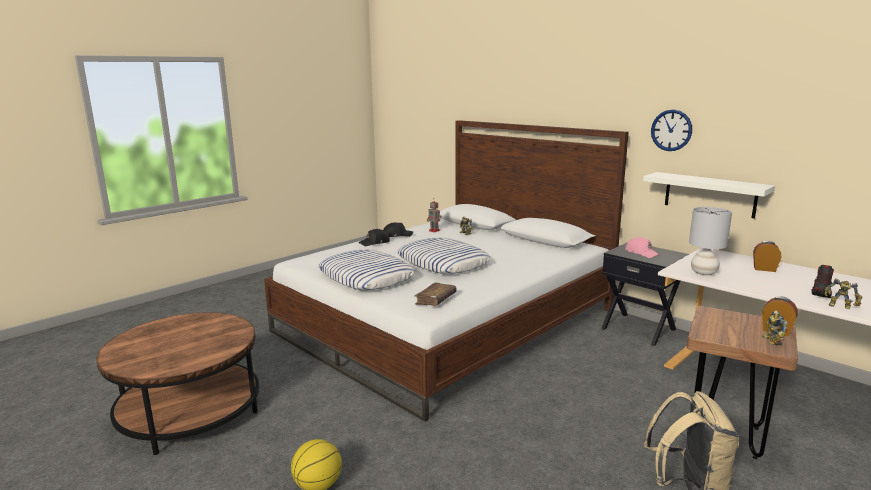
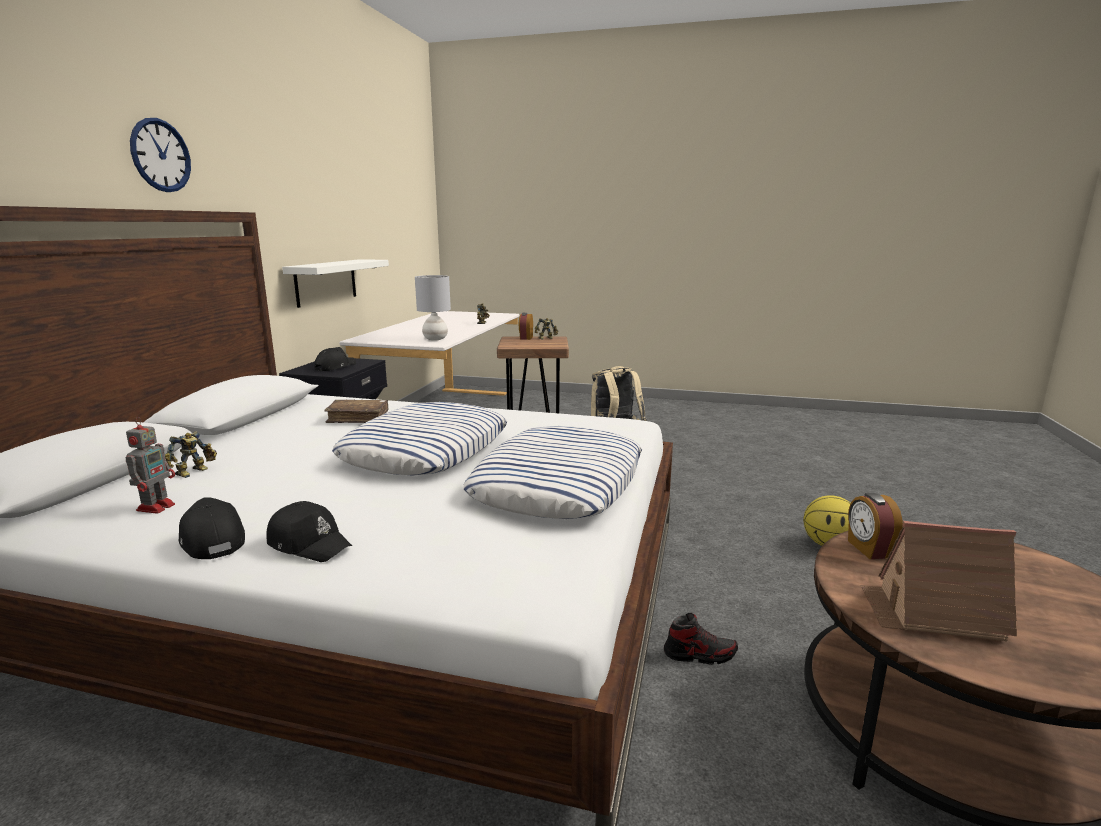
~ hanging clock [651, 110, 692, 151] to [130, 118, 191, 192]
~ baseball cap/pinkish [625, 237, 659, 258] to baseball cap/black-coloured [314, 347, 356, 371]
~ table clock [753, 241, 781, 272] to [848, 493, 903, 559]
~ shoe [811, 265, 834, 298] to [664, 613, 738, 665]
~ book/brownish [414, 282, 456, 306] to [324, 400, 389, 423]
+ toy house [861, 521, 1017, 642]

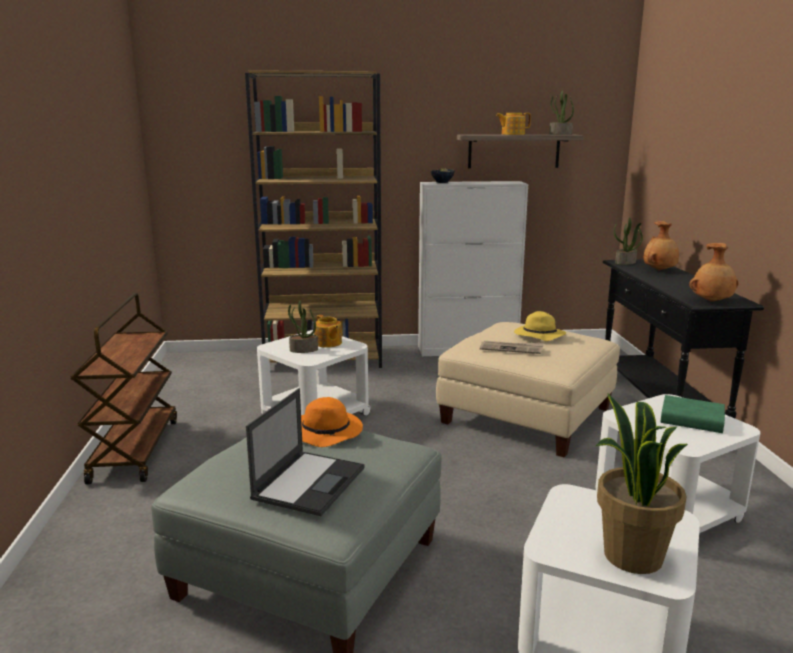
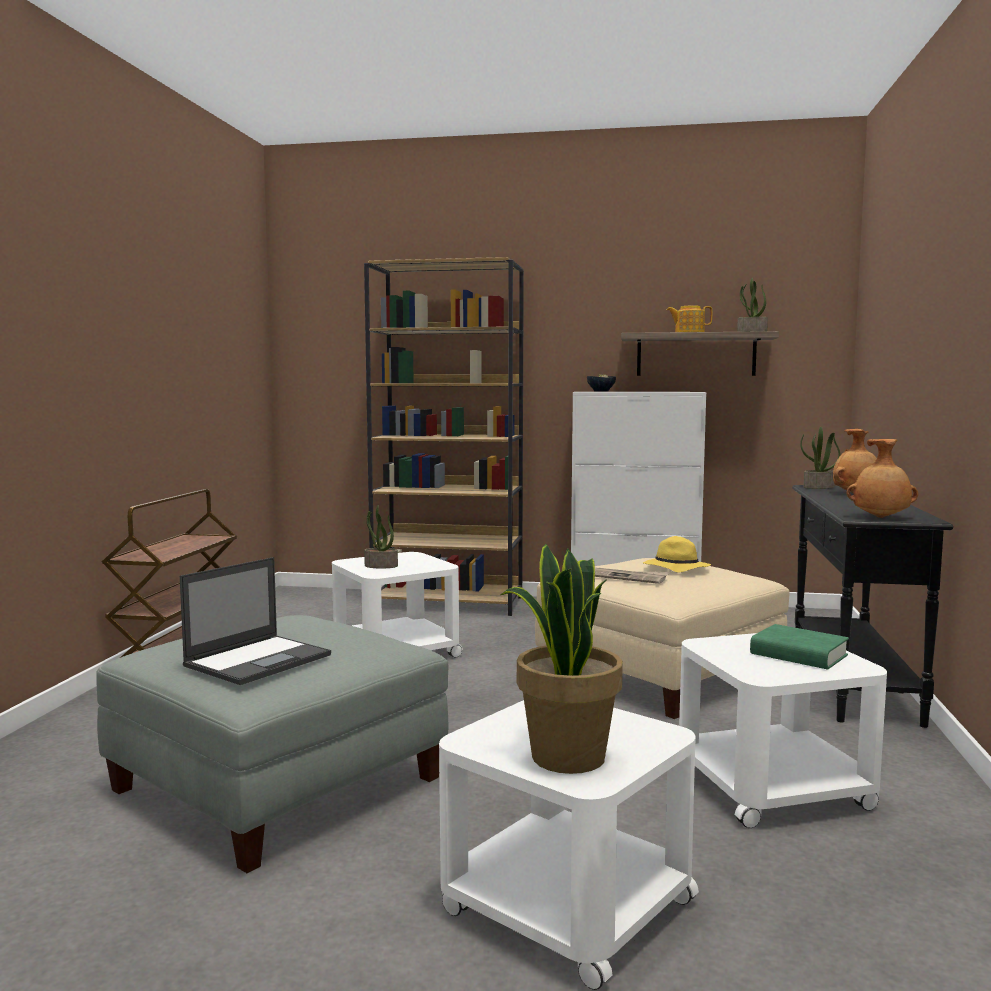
- tea pot [314, 315, 342, 348]
- hat/orange-coloured [301, 397, 363, 447]

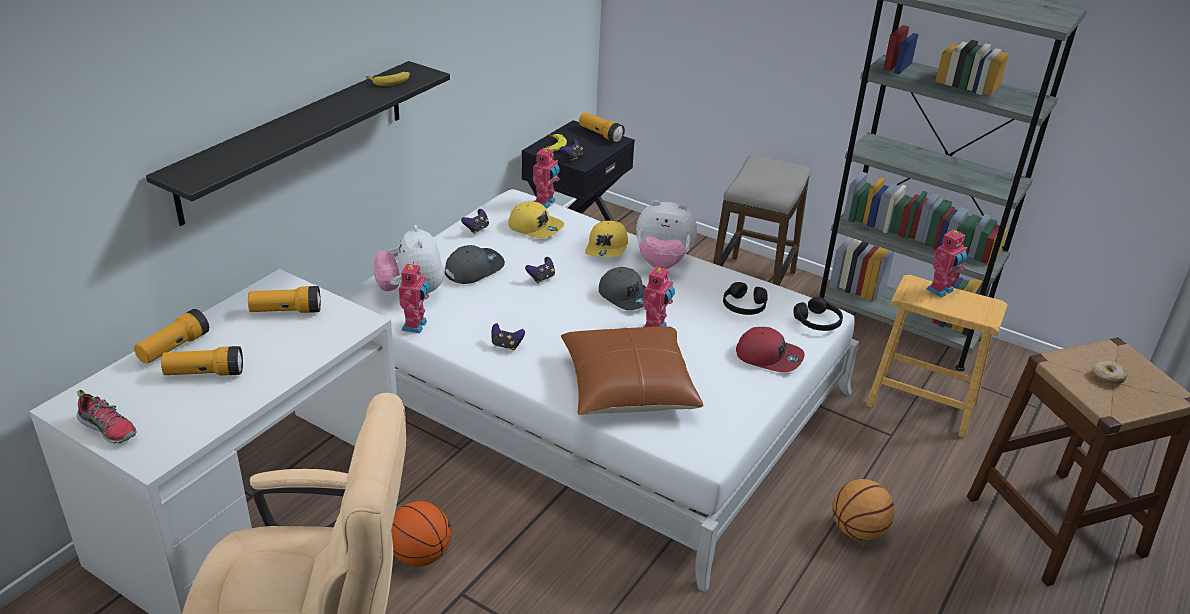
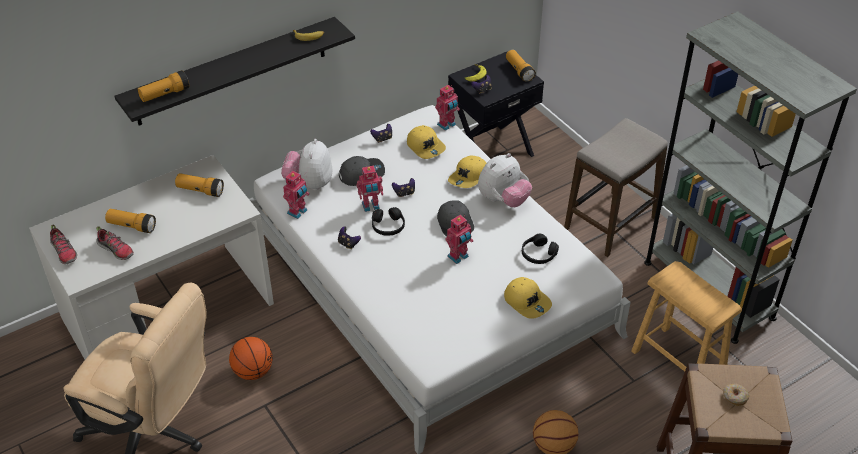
~ soft toy [636, 200, 697, 269] = [478, 153, 532, 207] 75 degrees counterclockwise
~ toy robot [926, 230, 967, 298] to [356, 166, 383, 212]
~ headset/black-coloured [793, 297, 843, 331] to [372, 207, 405, 236]
~ torch [134, 309, 209, 364] to [138, 70, 189, 102]
- pillow/brownish [561, 326, 703, 415]
~ baseball cap/reddish [736, 327, 805, 372] to baseball cap/yellowish [504, 277, 552, 319]
+ shoe [96, 226, 134, 260]

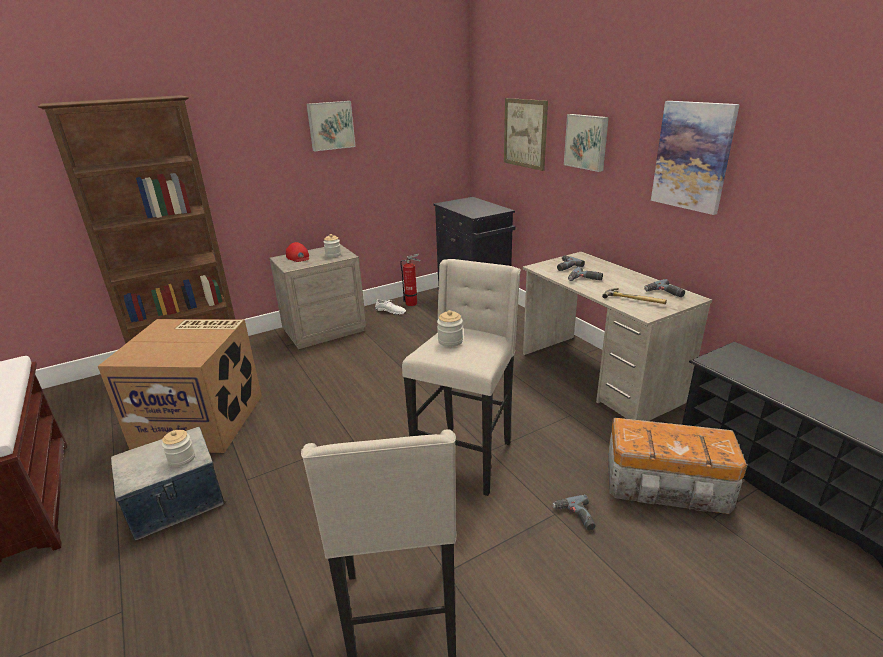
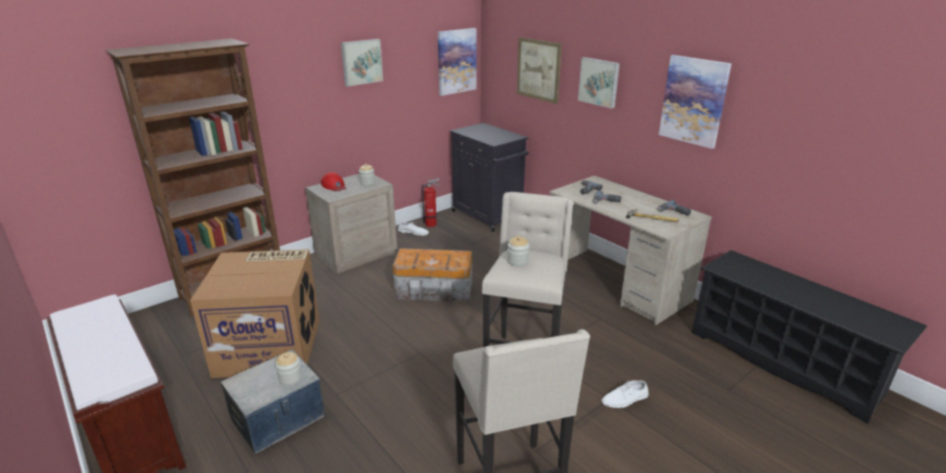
~ storage bin [607, 418, 747, 514] to [393, 248, 472, 302]
~ power drill [552, 495, 595, 530] to shoe/white-coloured [601, 380, 649, 408]
+ wall art [438, 28, 477, 96]

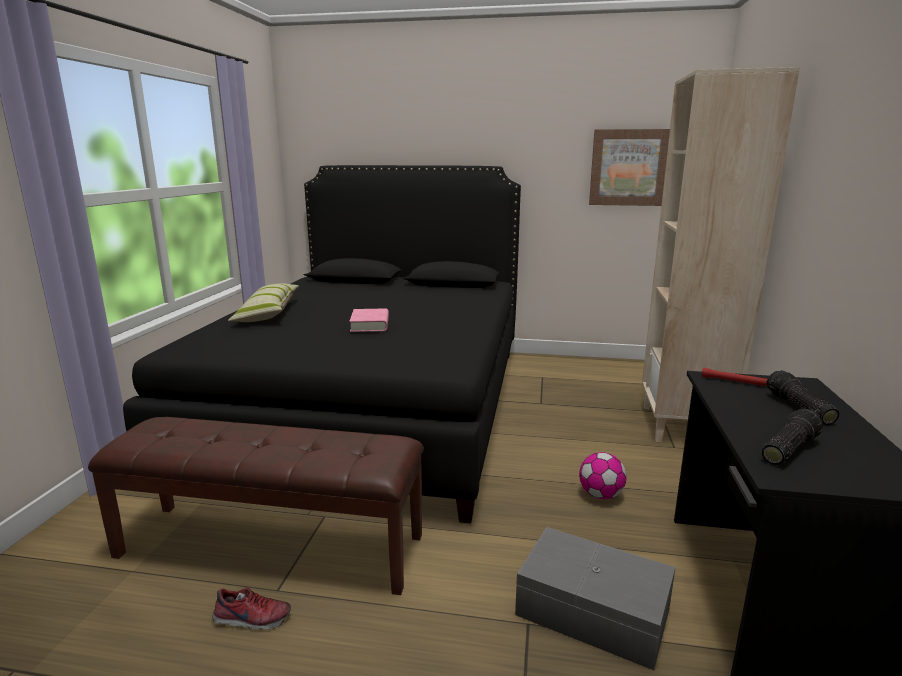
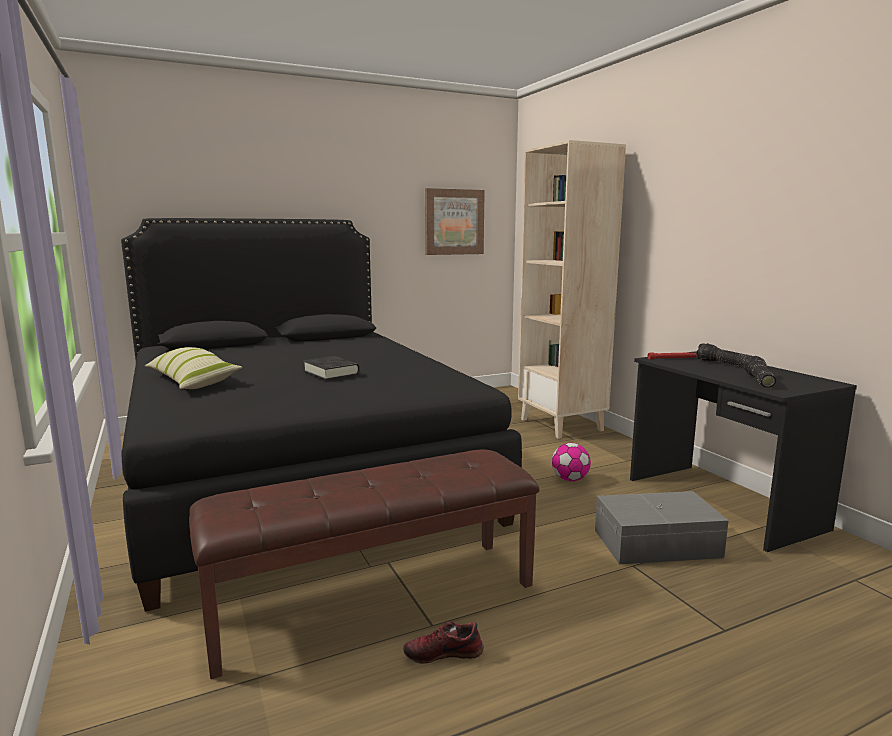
~ book/pinkish [349, 308, 389, 332] to book/black-coloured [303, 356, 360, 380]
~ shoe [212, 587, 291, 630] = [403, 621, 484, 664] 150 degrees counterclockwise

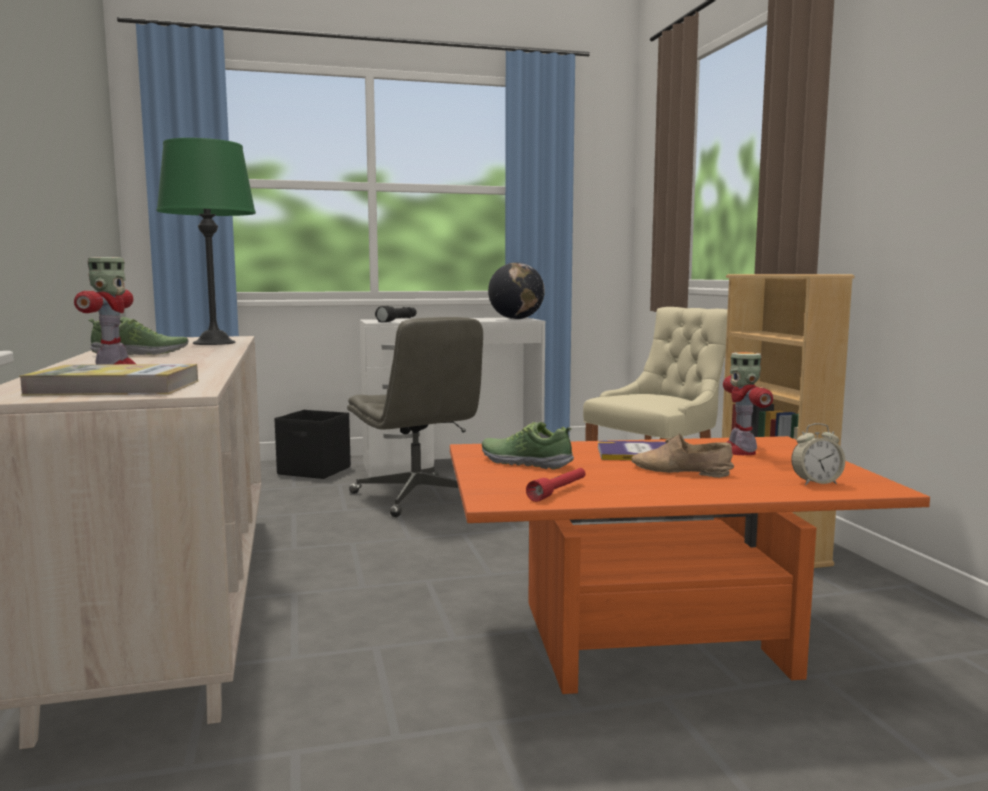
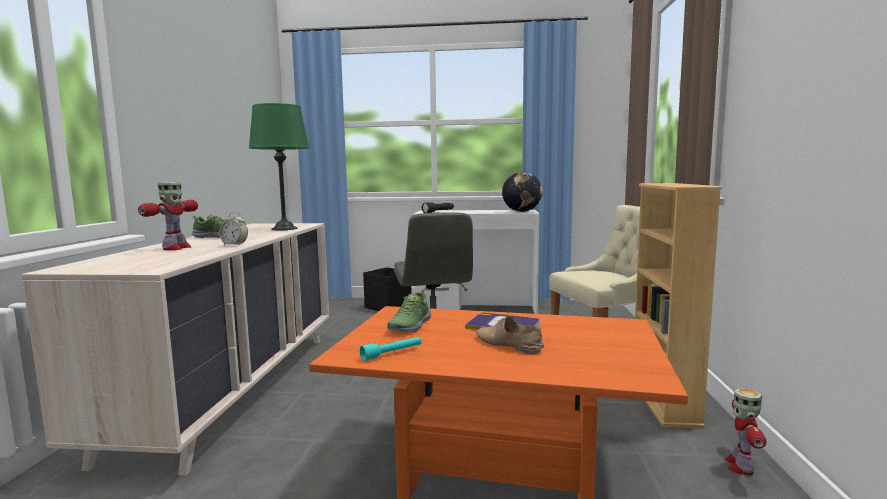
~ toy robot [723, 352, 773, 455] to [725, 388, 767, 475]
- book [19, 364, 198, 396]
~ shoe [482, 422, 574, 470] = [387, 290, 431, 332] 120 degrees counterclockwise
~ table clock [791, 423, 845, 485] to [219, 212, 248, 245]
~ torch/reddish [526, 468, 585, 502] to torch/blue-green [360, 337, 421, 361]

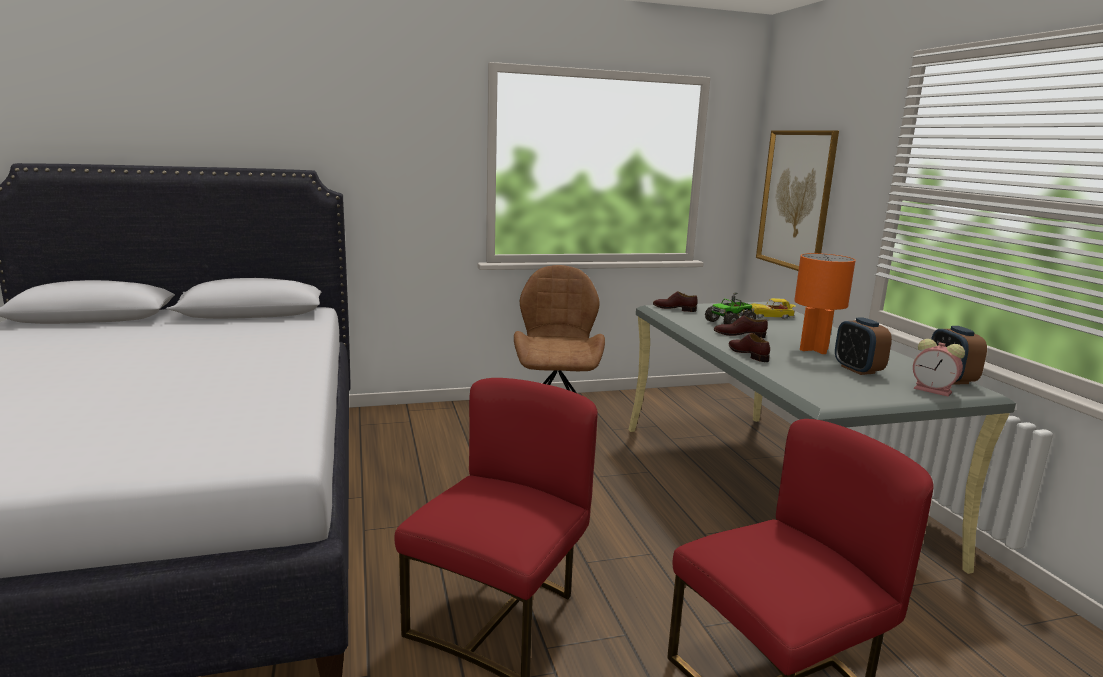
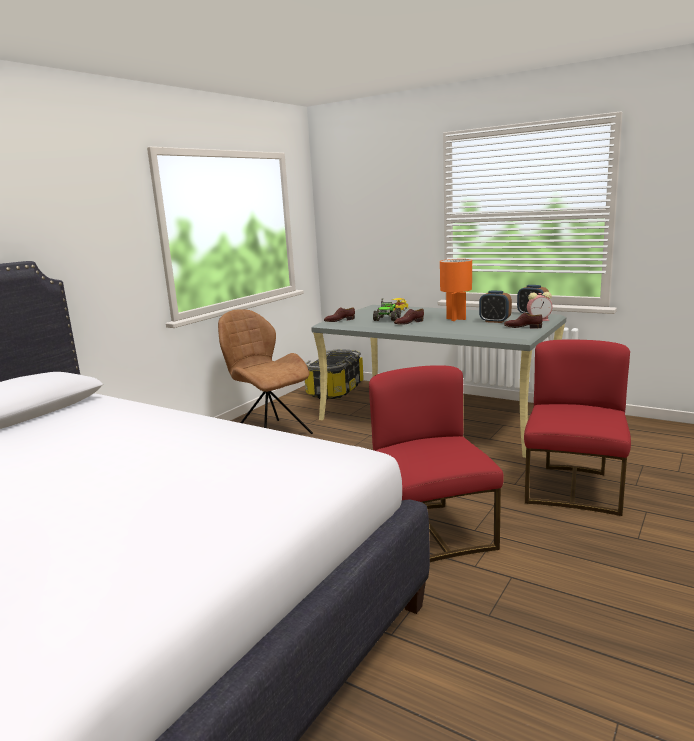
- wall art [756, 130, 839, 271]
~ shoe/brownish [729, 333, 770, 362] to [504, 312, 543, 328]
+ storage bin [305, 349, 364, 400]

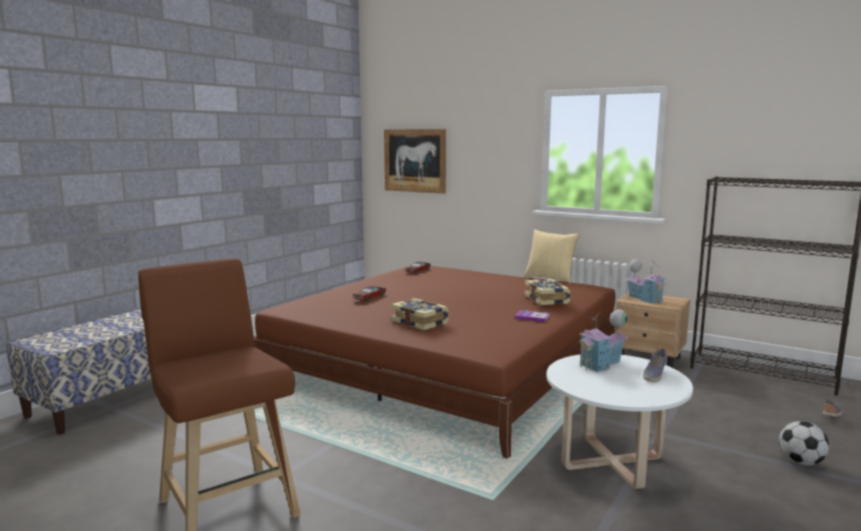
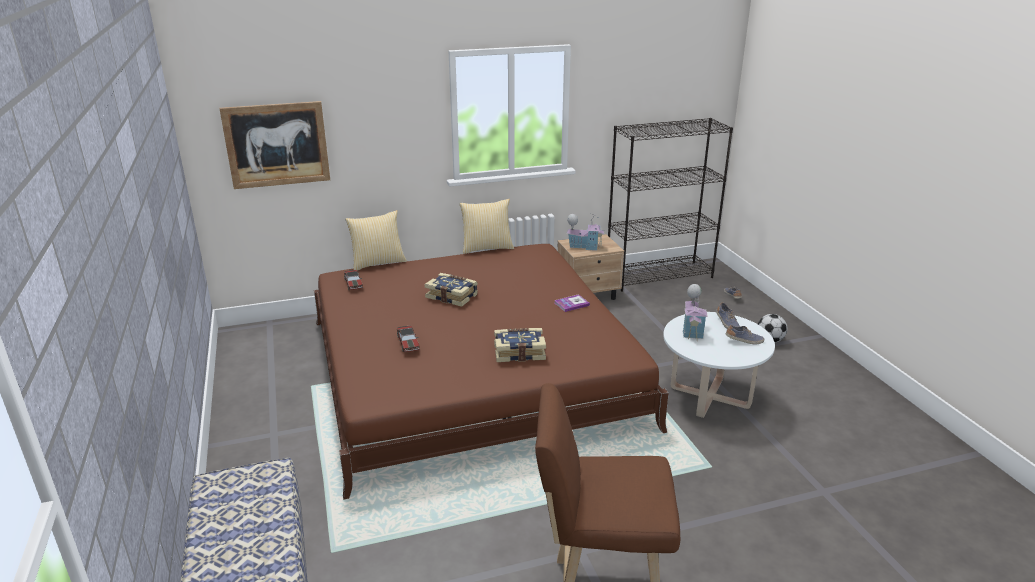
~ book [525, 279, 571, 305] to [425, 273, 478, 307]
+ pillow [345, 210, 407, 271]
+ shoe [725, 325, 764, 344]

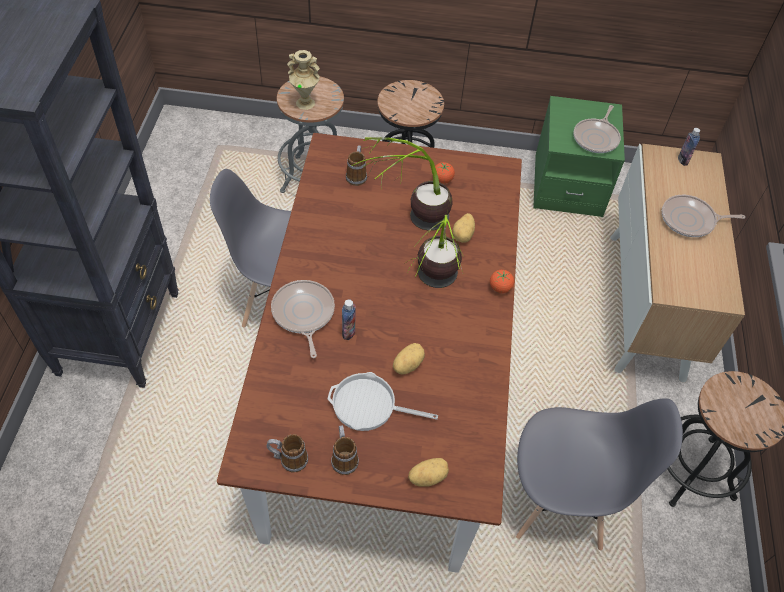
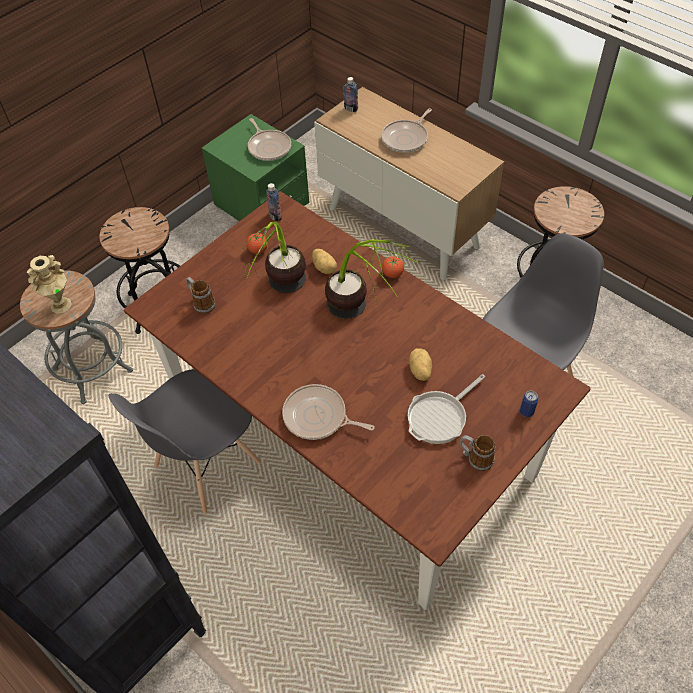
~ drink bottle [342, 299, 356, 340] to [266, 183, 282, 221]
- mug [267, 434, 308, 473]
~ whole potato [408, 458, 449, 487] to metal can [520, 391, 538, 417]

